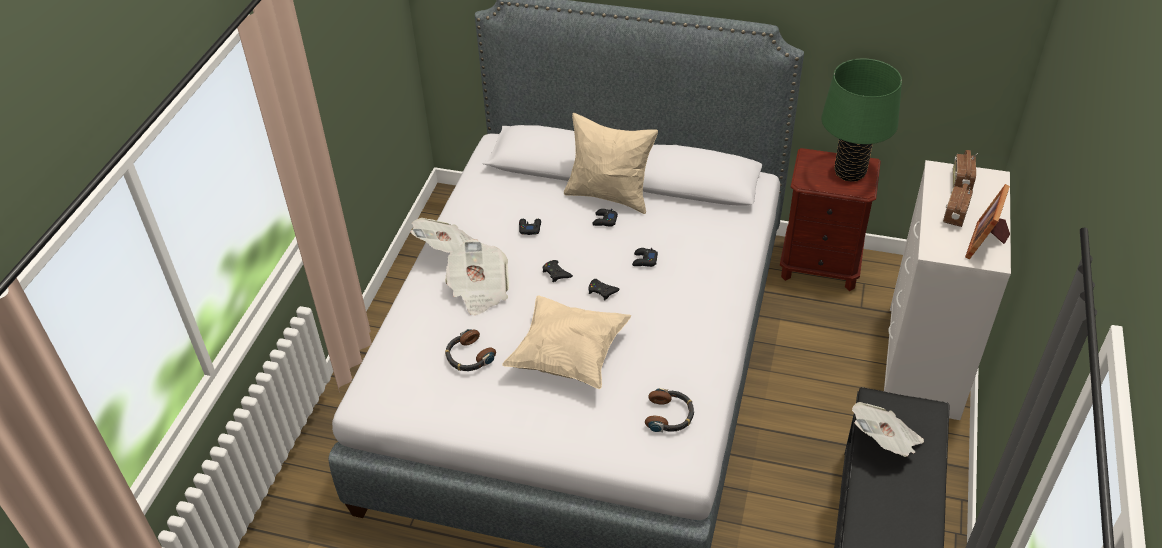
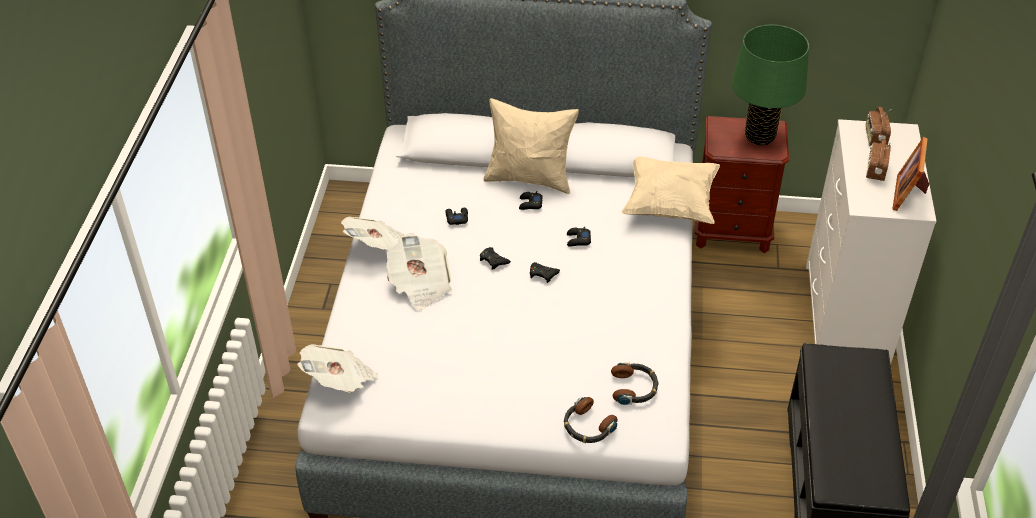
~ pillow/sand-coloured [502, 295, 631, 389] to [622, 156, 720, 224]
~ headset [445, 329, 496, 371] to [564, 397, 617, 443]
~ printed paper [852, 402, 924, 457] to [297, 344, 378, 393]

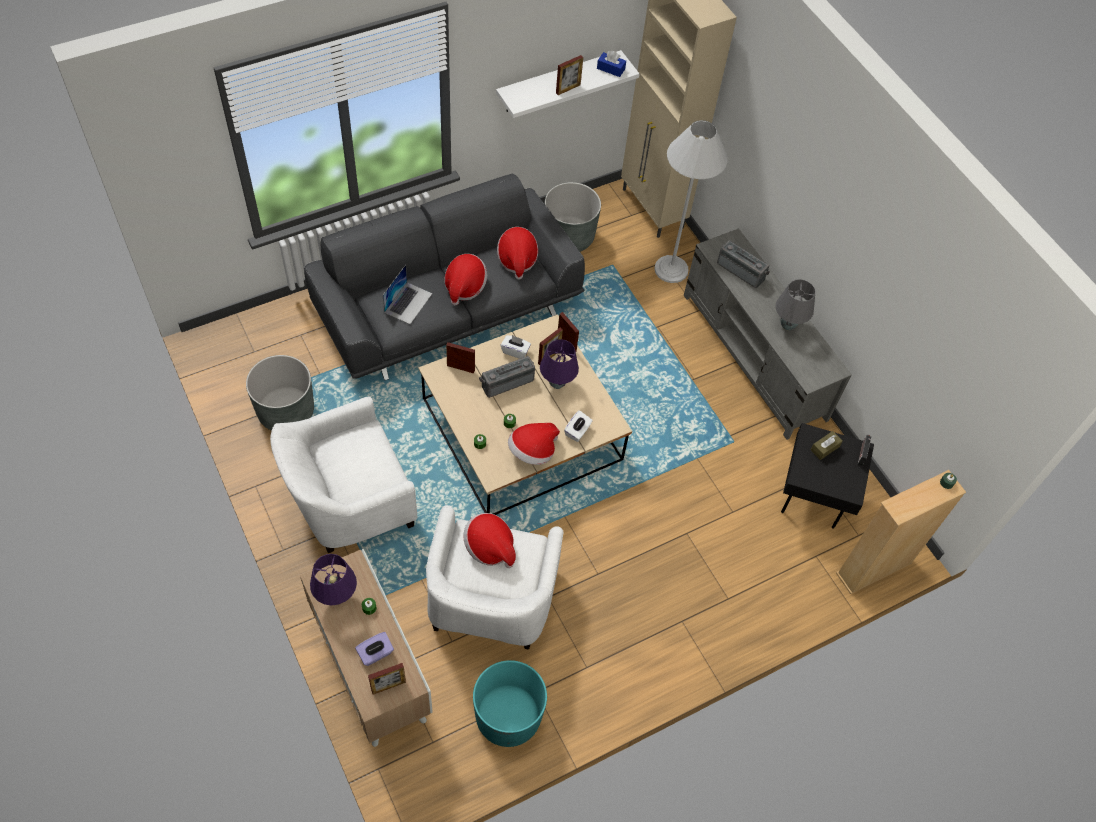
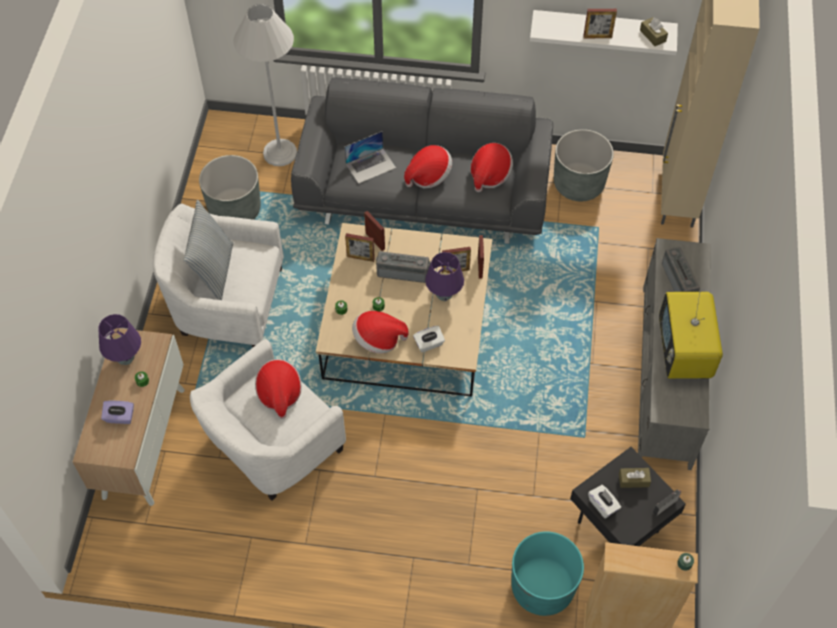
~ tissue box/bluish [597, 51, 626, 77] to tissue box/brownish [640, 17, 668, 46]
~ floor lamp/white-coloured [654, 120, 728, 283] to [233, 4, 297, 166]
~ table lamp/gray [775, 279, 815, 330] to TV set [659, 291, 723, 379]
~ tissue box/white-coloured [501, 335, 531, 359] to [588, 485, 621, 518]
~ plant pot/blue-green [473, 660, 547, 747] to [511, 531, 584, 616]
~ photo frame [368, 663, 406, 694] to [345, 233, 375, 262]
+ pillow [183, 200, 233, 300]

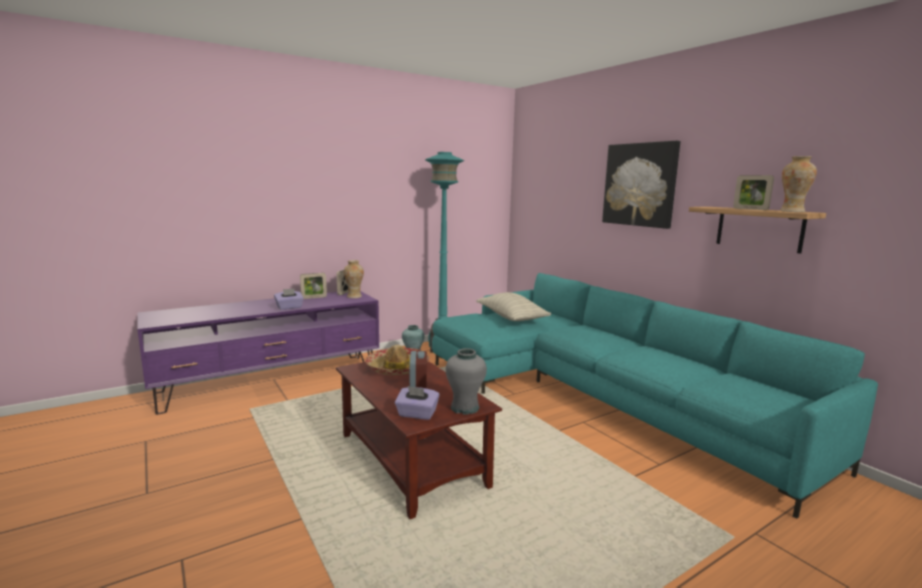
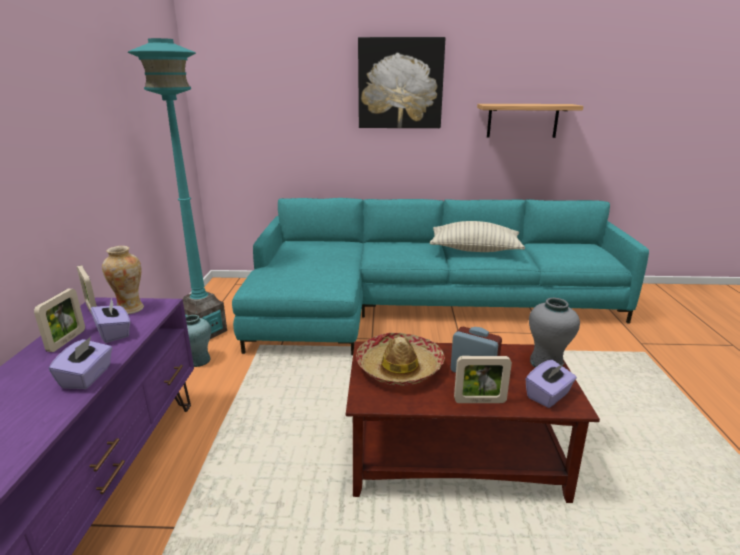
- decorative vase [780, 156, 817, 212]
~ photo frame [733, 175, 774, 210] to [454, 356, 512, 403]
~ pillow [476, 292, 551, 321] to [429, 221, 525, 252]
+ tissue box/purple-coloured [91, 299, 130, 343]

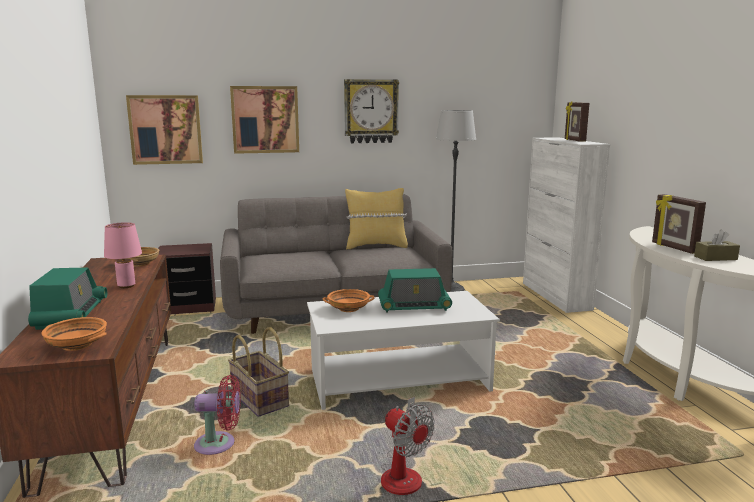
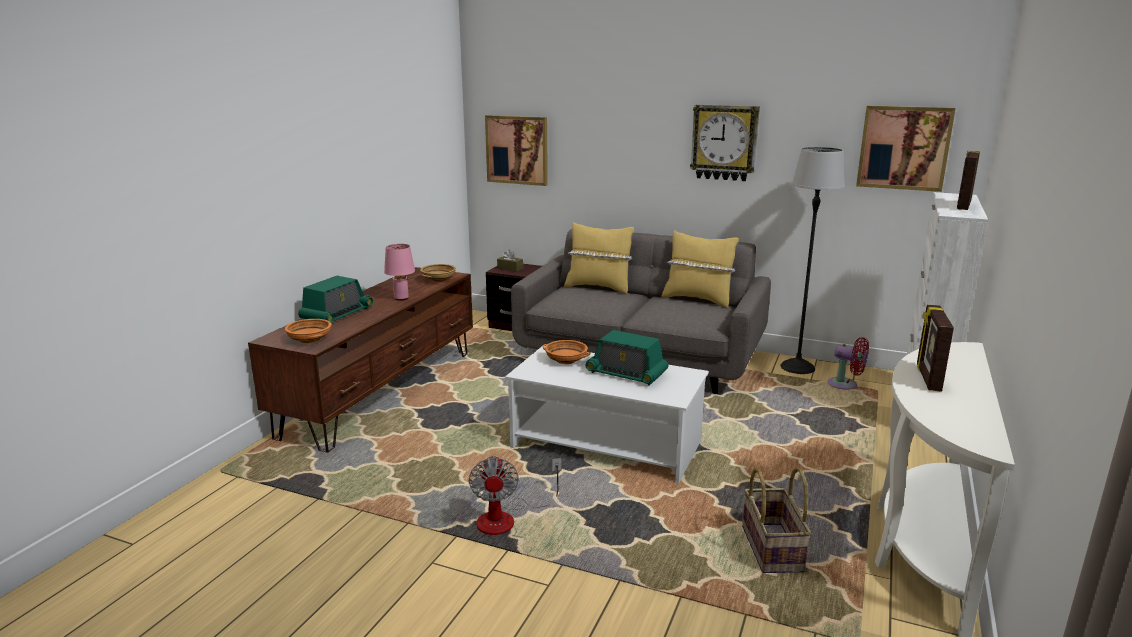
~ wall art [230, 86, 299, 154] to [856, 106, 956, 192]
~ tissue box/brownish [694, 230, 740, 261] to [497, 250, 523, 272]
~ storage basket [228, 327, 289, 417] to [742, 467, 811, 573]
~ electric fan/reddish [194, 375, 241, 455] to [828, 337, 869, 390]
+ pillow/yellowish [564, 222, 634, 294]

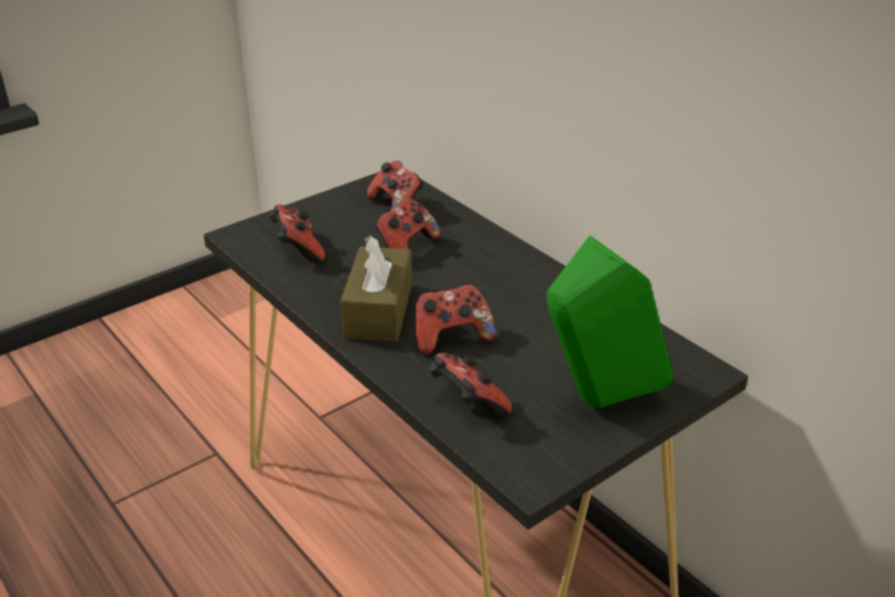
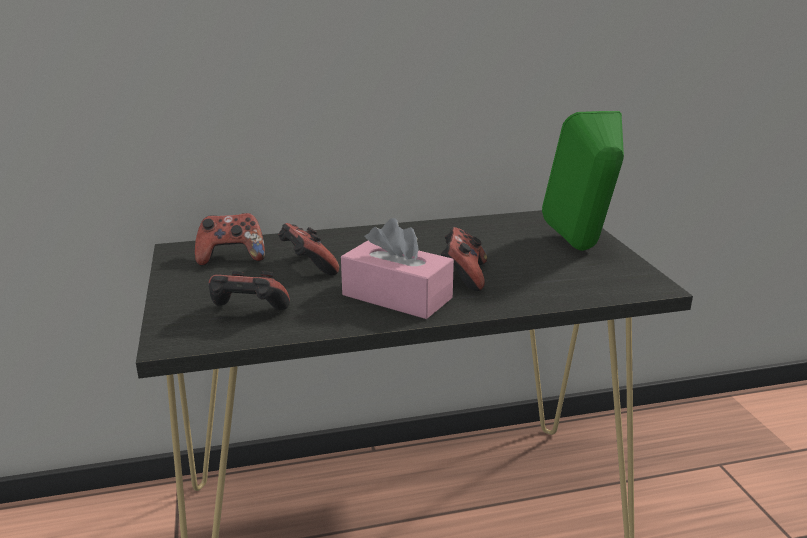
~ tissue box/brownish [340, 235, 412, 342] to tissue box/pinkish [341, 218, 454, 319]
- gamepad [430, 353, 512, 418]

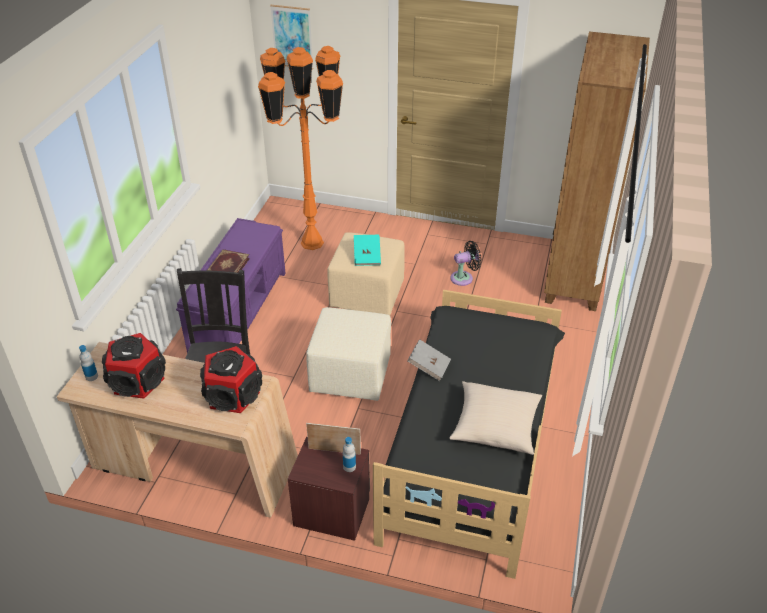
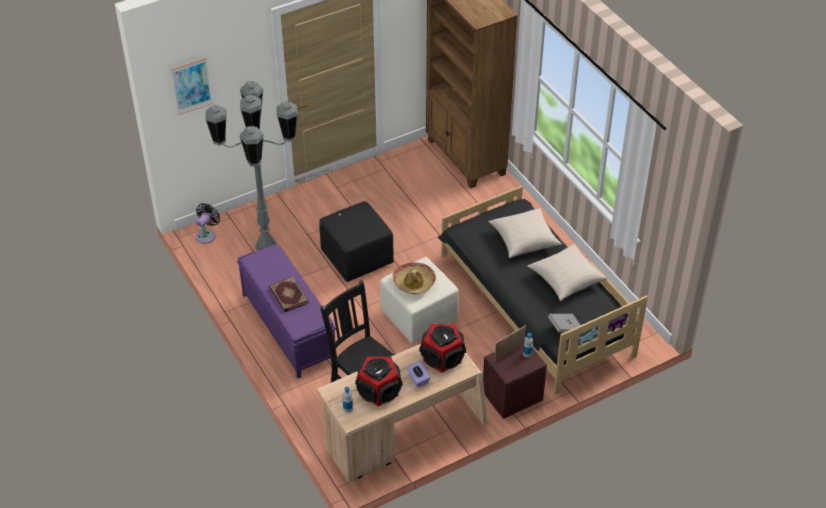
~ floor lamp/orange-coloured [258, 46, 343, 250] to floor lamp/gray [205, 81, 298, 251]
~ pouffe/sand-coloured [328, 232, 405, 315] to pouffe/black-coloured [319, 201, 394, 282]
- book/blue-green [354, 235, 381, 266]
~ electric fan/black-coloured [450, 241, 481, 286] to [196, 203, 220, 244]
~ book/gray [408, 339, 451, 381] to [548, 314, 580, 333]
+ pillow/sand-coloured [488, 208, 562, 258]
+ hat [393, 262, 436, 295]
+ tissue box/purple-coloured [407, 361, 430, 388]

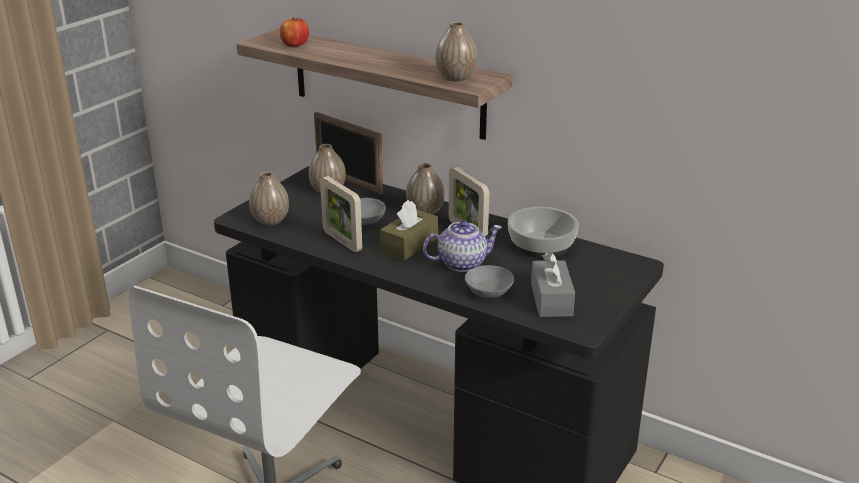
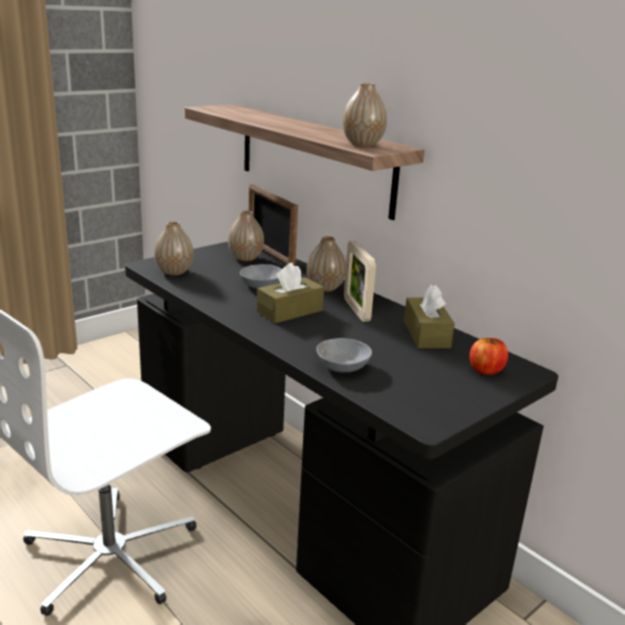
~ apple [280, 17, 309, 47] to [469, 338, 508, 375]
- photo frame [320, 176, 362, 252]
~ bowl [508, 207, 579, 258] to tissue box/brownish [404, 285, 455, 348]
- tea pot [423, 220, 502, 272]
- tissue box/gray [531, 252, 575, 317]

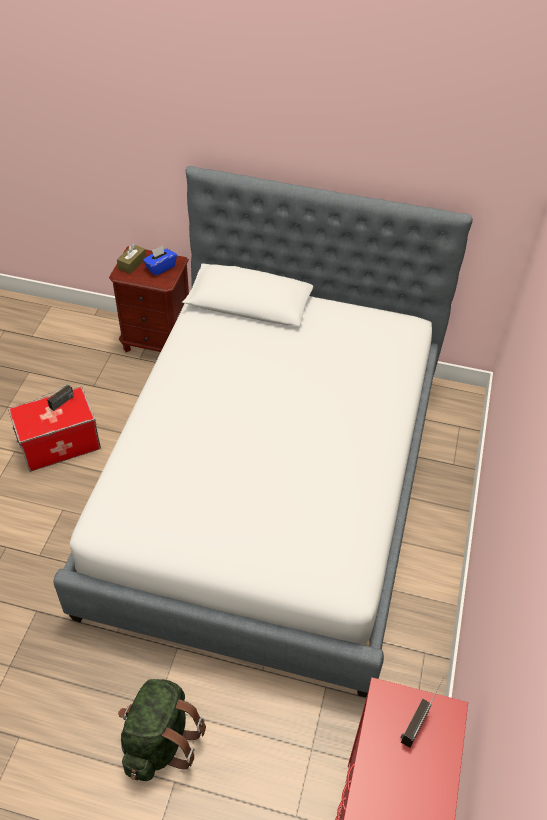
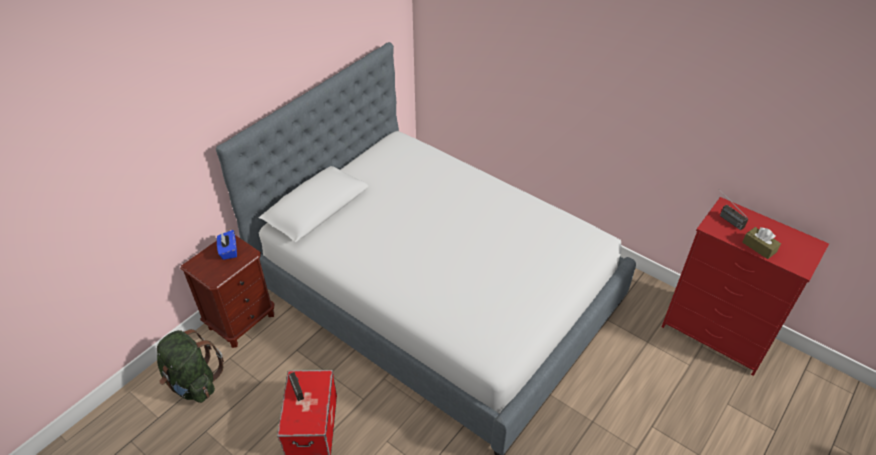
~ tissue box/brownish [117, 243, 146, 274] to [742, 227, 781, 259]
~ rucksack/green [118, 679, 206, 781] to [157, 329, 224, 403]

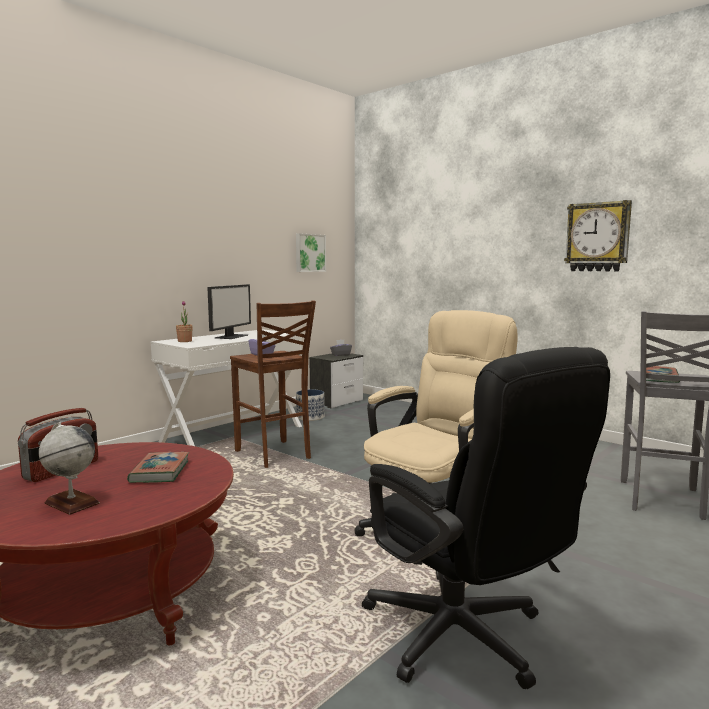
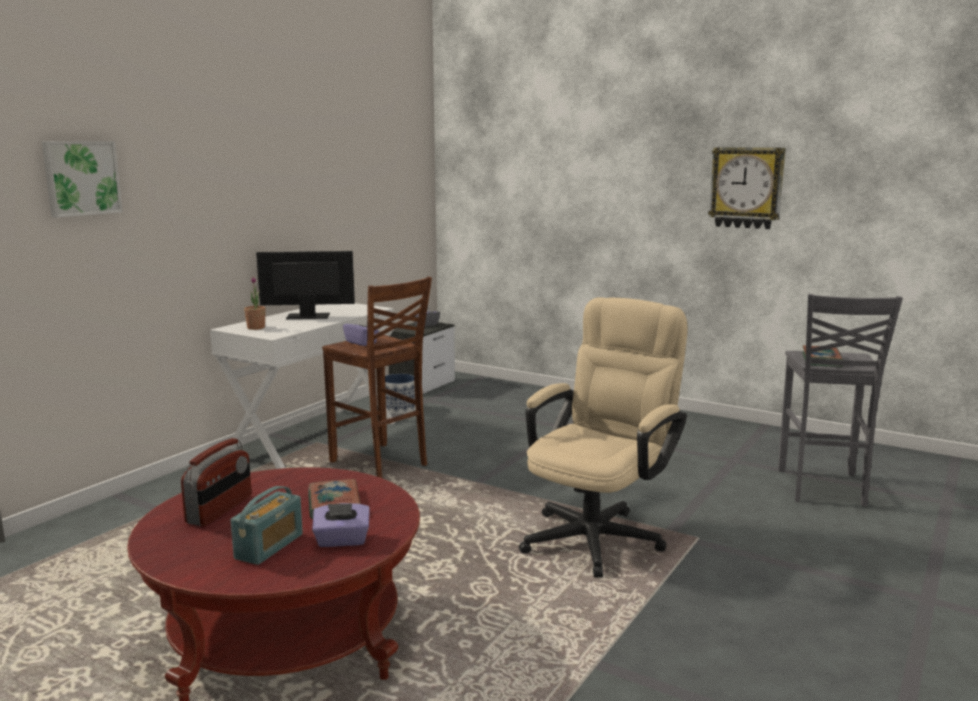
~ wall art [296, 233, 326, 272] to [42, 141, 123, 218]
~ computer screen [207, 284, 251, 339] = [256, 251, 355, 319] 105 degrees counterclockwise
- office chair/black-coloured [362, 347, 610, 689]
~ globe [39, 422, 100, 515] to radio set [231, 486, 303, 565]
+ tissue box/purple-coloured [312, 503, 370, 547]

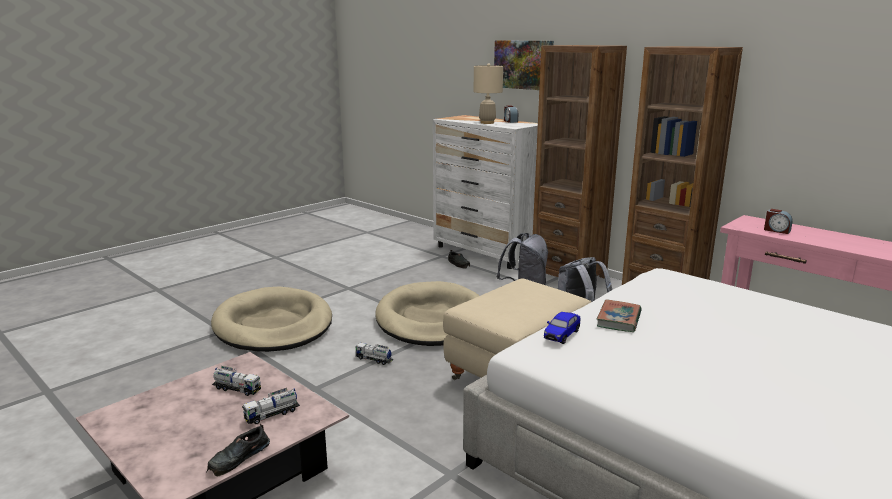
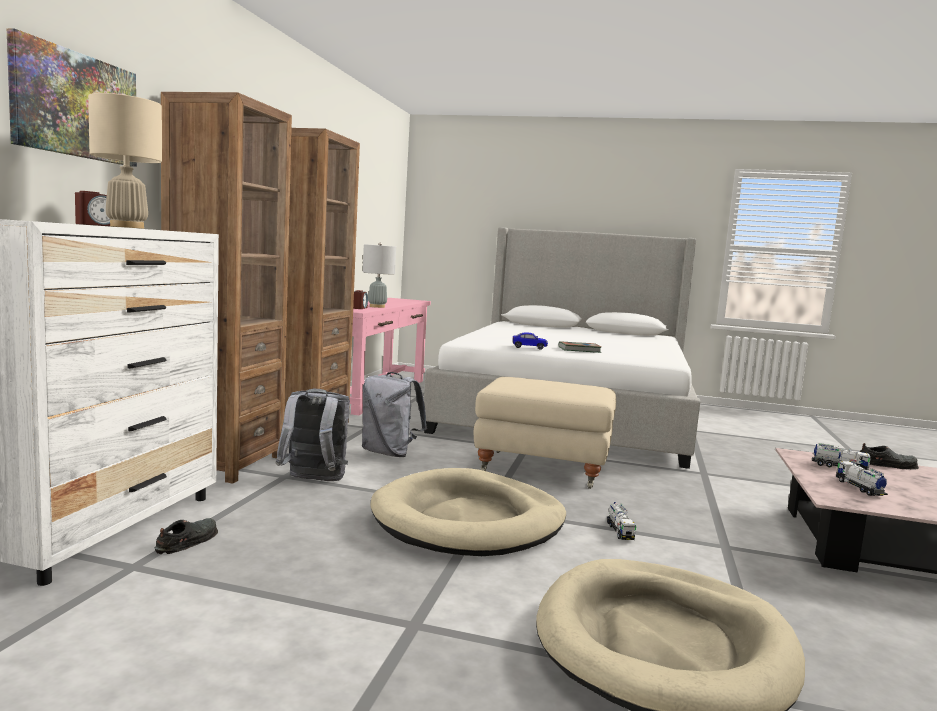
~ miniature car [544, 312, 580, 344] to [513, 333, 548, 350]
+ table lamp/gray [363, 243, 396, 308]

